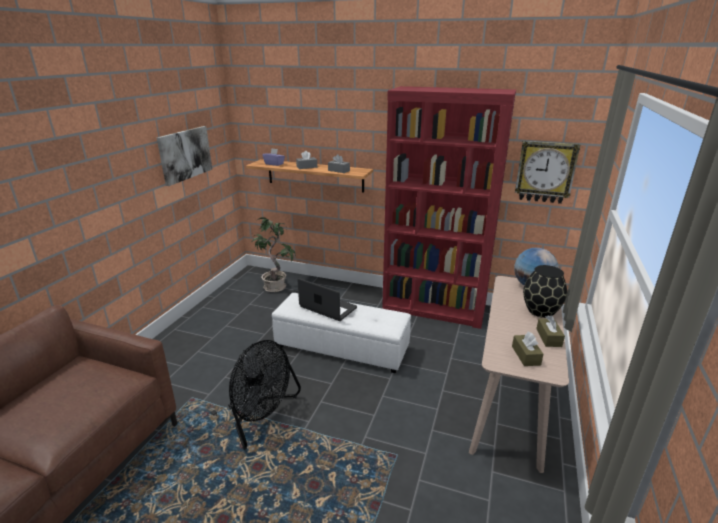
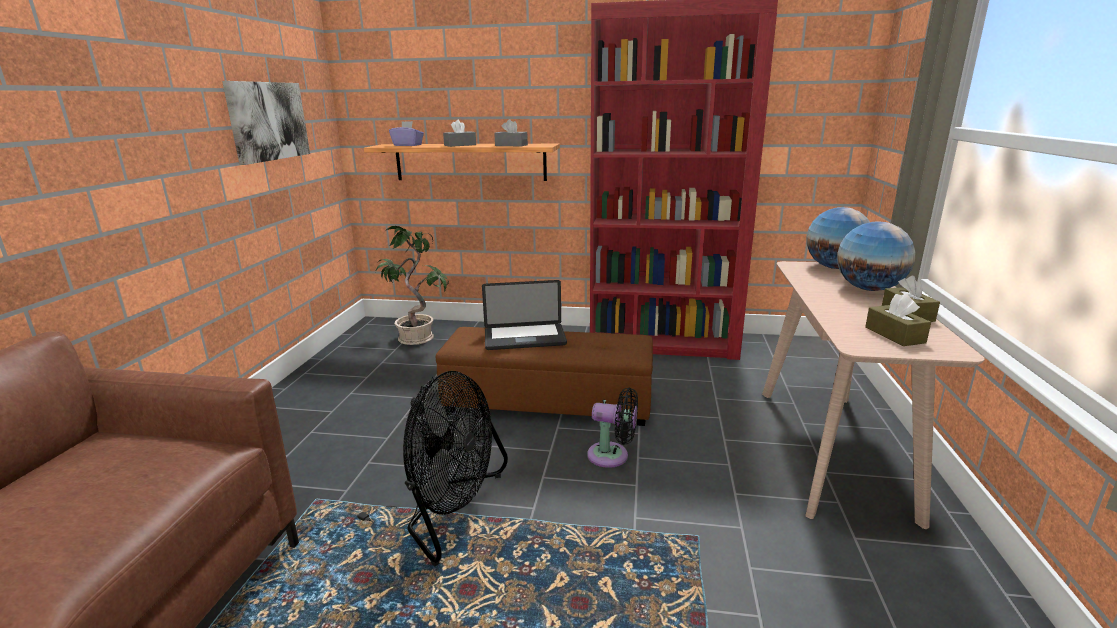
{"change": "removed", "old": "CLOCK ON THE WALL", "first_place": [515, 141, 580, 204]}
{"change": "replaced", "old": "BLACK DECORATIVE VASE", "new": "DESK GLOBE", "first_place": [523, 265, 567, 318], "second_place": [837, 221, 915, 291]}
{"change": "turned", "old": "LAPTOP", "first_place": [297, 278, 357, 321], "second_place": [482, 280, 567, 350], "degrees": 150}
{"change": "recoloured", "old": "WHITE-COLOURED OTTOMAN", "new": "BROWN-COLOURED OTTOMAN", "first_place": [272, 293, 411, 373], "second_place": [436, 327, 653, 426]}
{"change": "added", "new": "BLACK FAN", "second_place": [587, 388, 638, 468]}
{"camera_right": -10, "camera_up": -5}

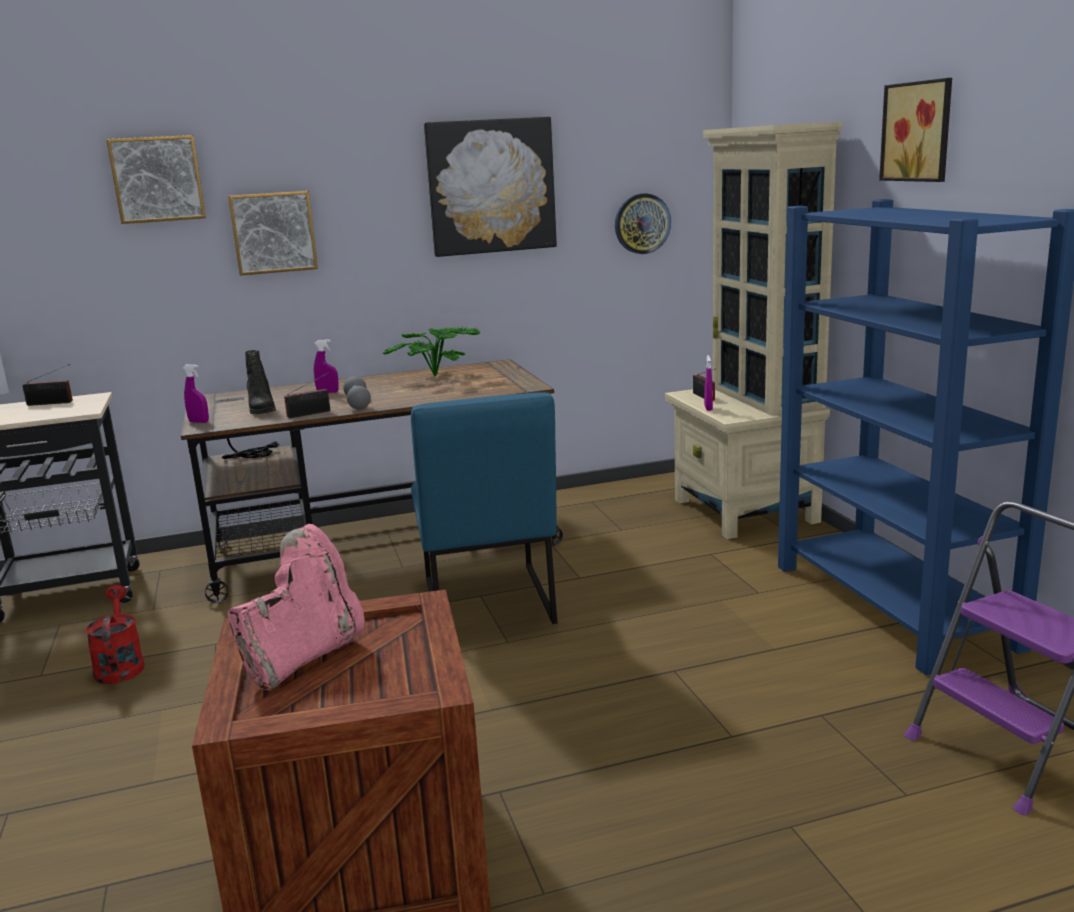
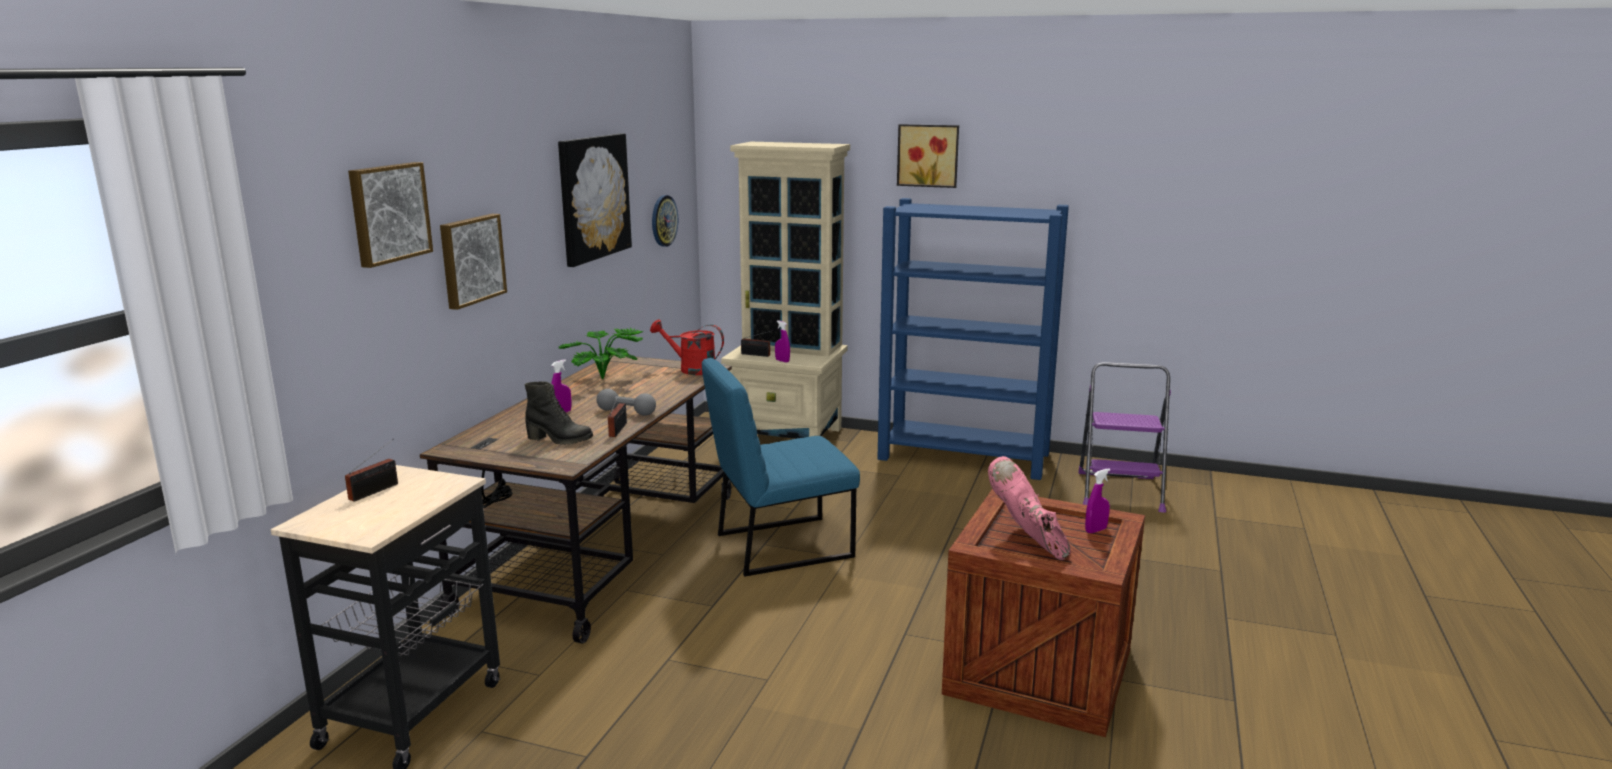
{"change": "moved", "old": "PURPLE-COLOURED HAND SPRAYER", "first_place": [183, 364, 209, 423], "second_place": [1085, 469, 1110, 533]}
{"change": "turned", "old": "BLUE PLAIN CHAIR", "first_place": [411, 392, 557, 624], "second_place": [702, 358, 860, 577], "degrees": 135}
{"change": "moved", "old": "REDDISH WATERING CAN", "first_place": [85, 585, 145, 684], "second_place": [650, 320, 724, 375]}
{"camera_right": -55, "camera_up": 0}

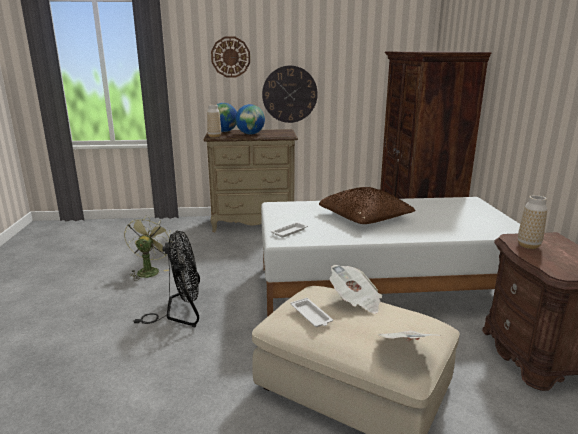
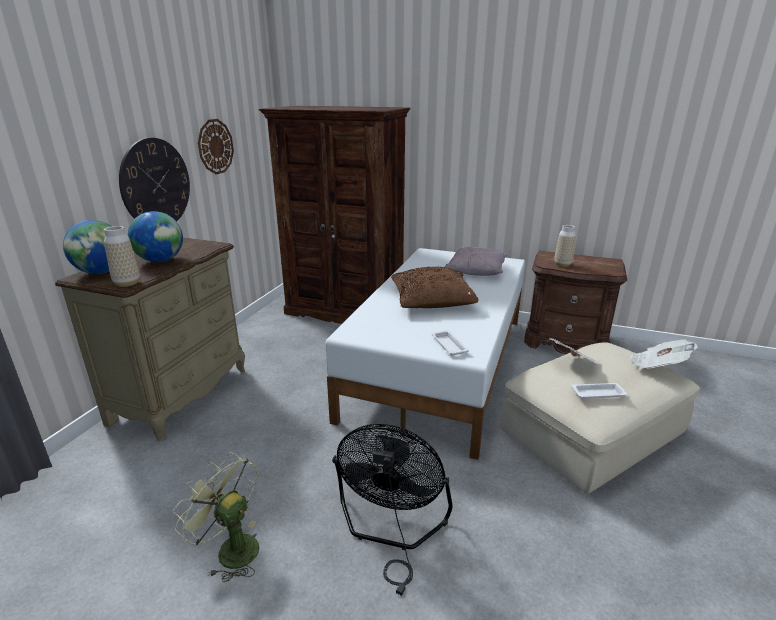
{"change": "moved", "old": "CLOCK ON THE WALL", "first_place": [211, 37, 250, 77], "second_place": [198, 119, 234, 174]}
{"change": "added", "new": "PURPLE-COLOURED PILLOW", "second_place": [445, 247, 508, 276]}
{"camera_right": -65, "camera_up": 5}

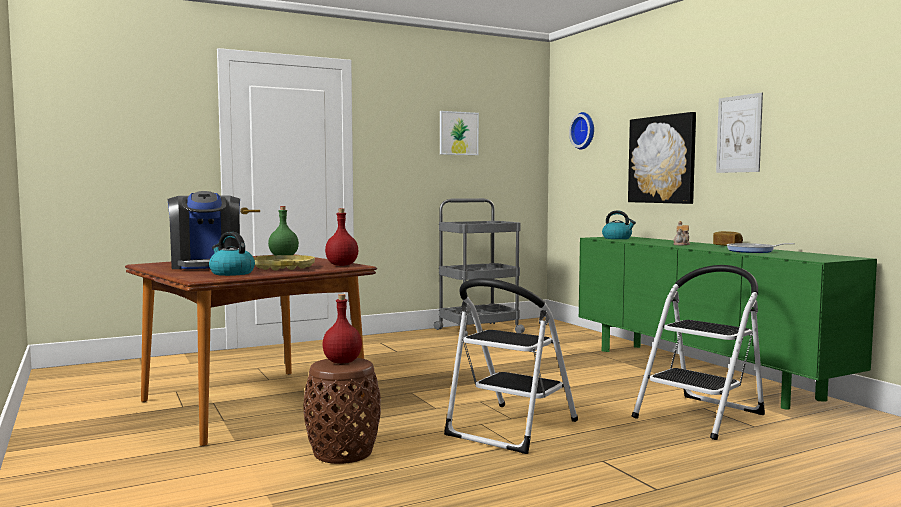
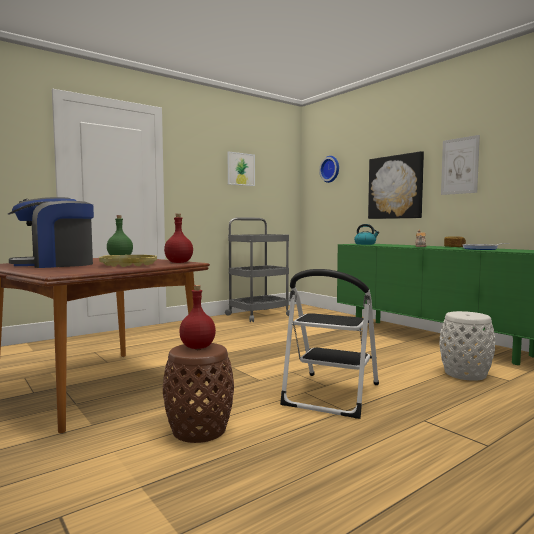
{"change": "turned", "old": "COFFEE BREWER", "first_place": [167, 191, 240, 269], "second_place": [8, 197, 94, 268], "degrees": 90}
{"change": "removed", "old": "WATER KETTLE", "first_place": [209, 232, 255, 276]}
{"change": "replaced", "old": "STEP STOOL", "new": "WHITE-COLOURED STOOL SEAT", "first_place": [632, 265, 765, 440], "second_place": [440, 311, 495, 381]}
{"camera_right": -10, "camera_up": 0}

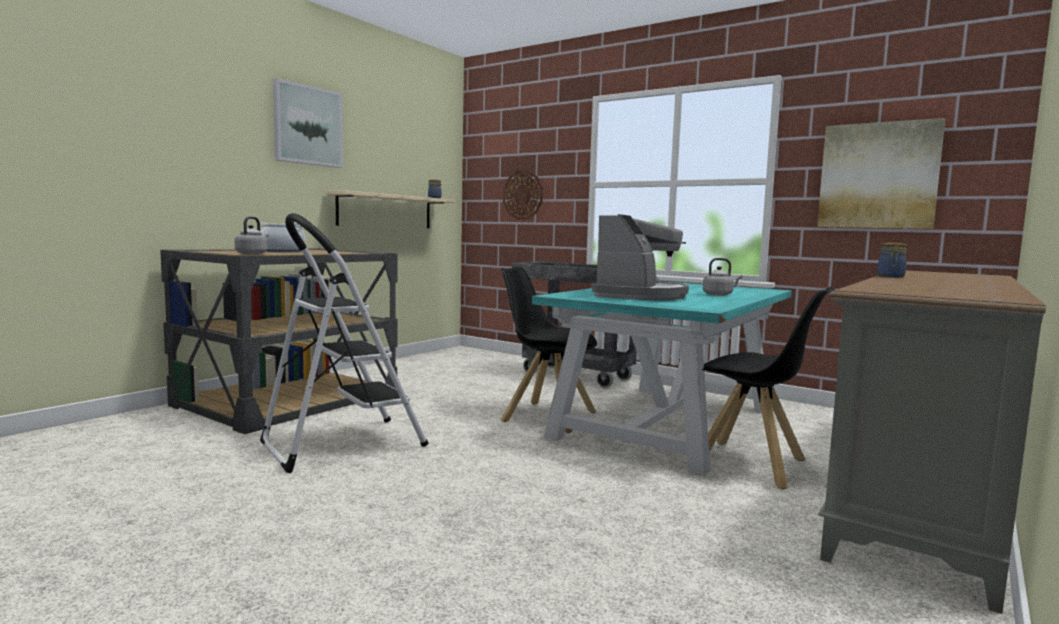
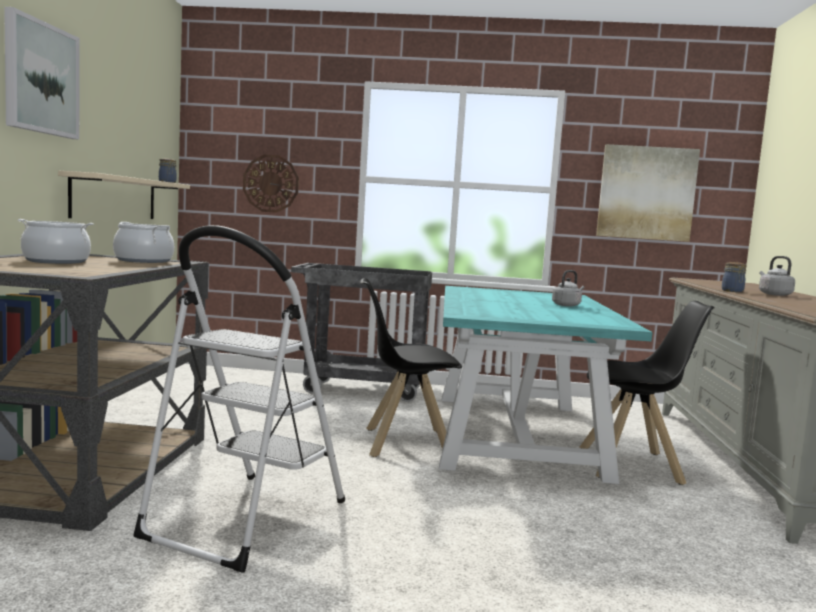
{"change": "removed", "old": "COFFEE BREWER", "first_place": [592, 214, 689, 300]}
{"change": "moved", "old": "GRAY WATER KETTLE", "first_place": [234, 216, 269, 255], "second_place": [759, 256, 795, 296]}
{"change": "added", "new": "SAUCEPOT", "second_place": [113, 222, 174, 263]}
{"camera_right": -30, "camera_up": 0}

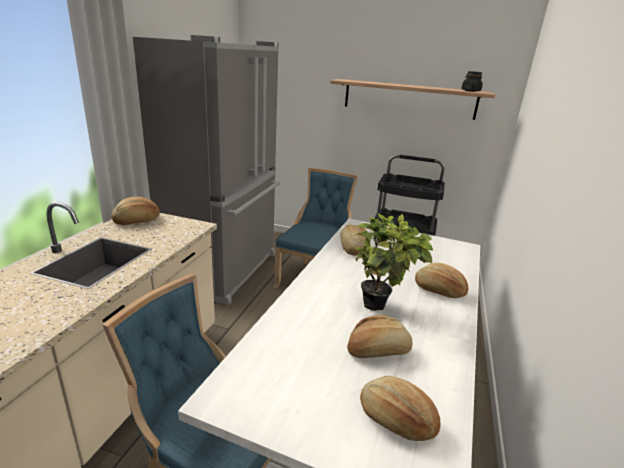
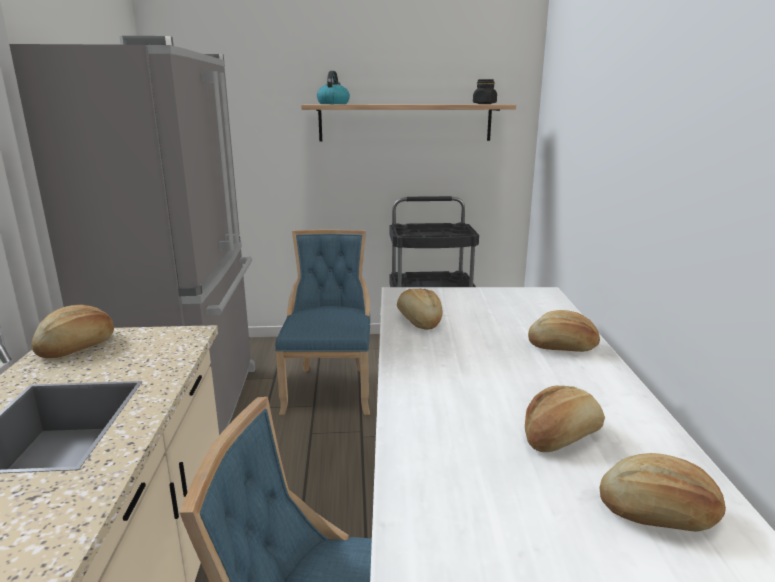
{"change": "removed", "old": "PLANT IN A POT", "first_place": [355, 214, 433, 311]}
{"change": "added", "new": "WATER KETTLE", "second_place": [317, 71, 350, 104]}
{"camera_right": -20, "camera_up": -5}

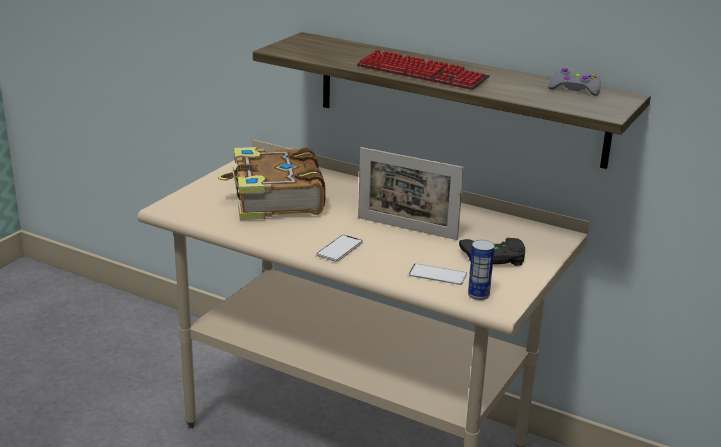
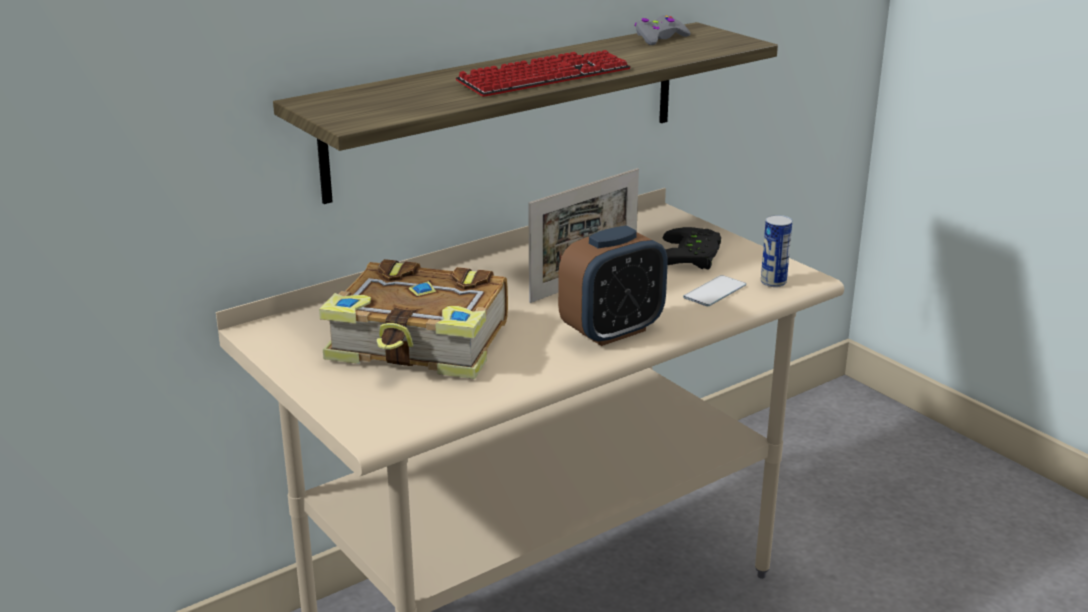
{"change": "replaced", "old": "PHONE", "new": "TABLE CLOCK", "first_place": [316, 235, 363, 262], "second_place": [558, 226, 668, 346]}
{"camera_right": -65, "camera_up": 0}

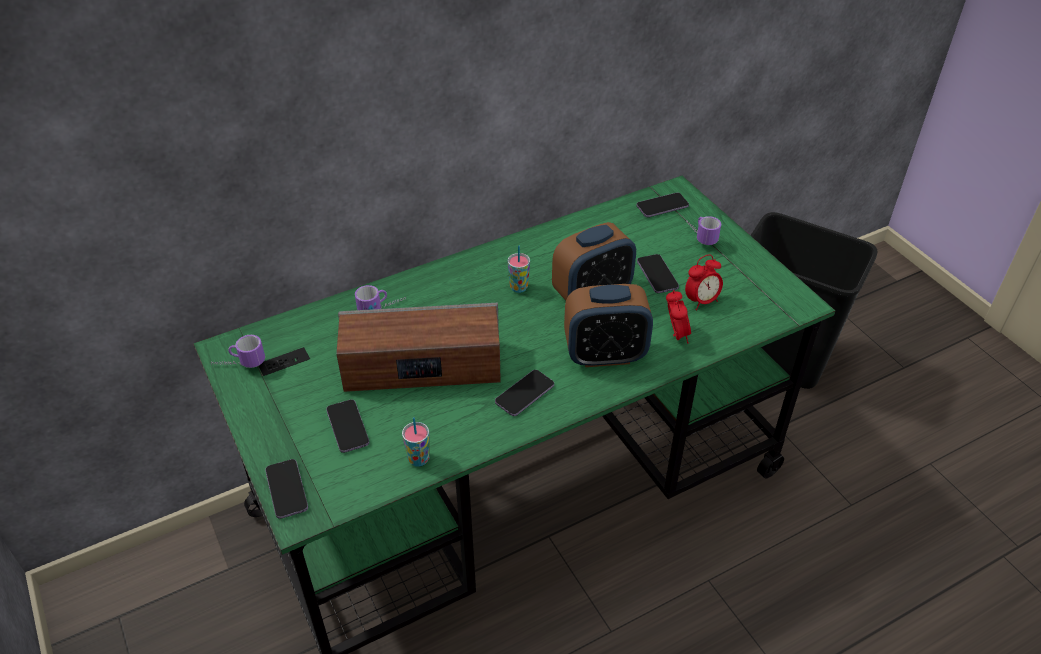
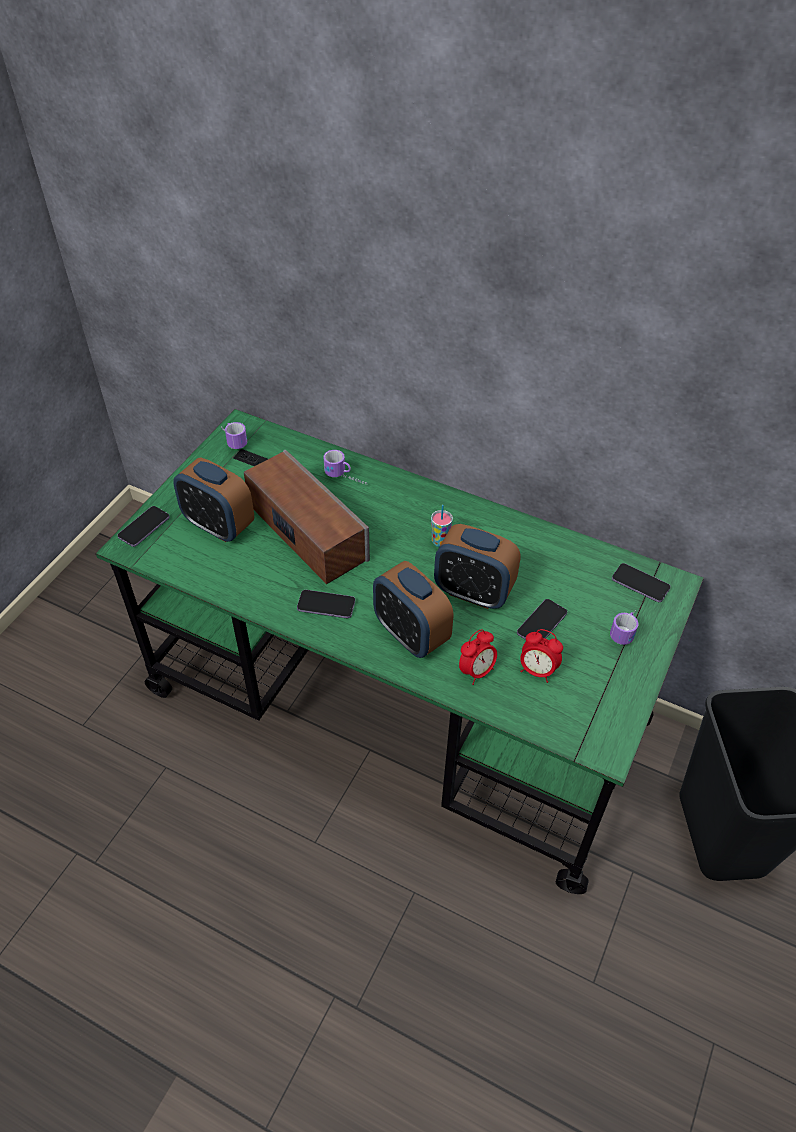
{"change": "replaced", "old": "PHONE", "new": "TABLE CLOCK", "first_place": [326, 400, 369, 453], "second_place": [173, 457, 254, 542]}
{"change": "removed", "old": "SMALL CUP", "first_place": [402, 417, 430, 467]}
{"camera_right": 55, "camera_up": 5}

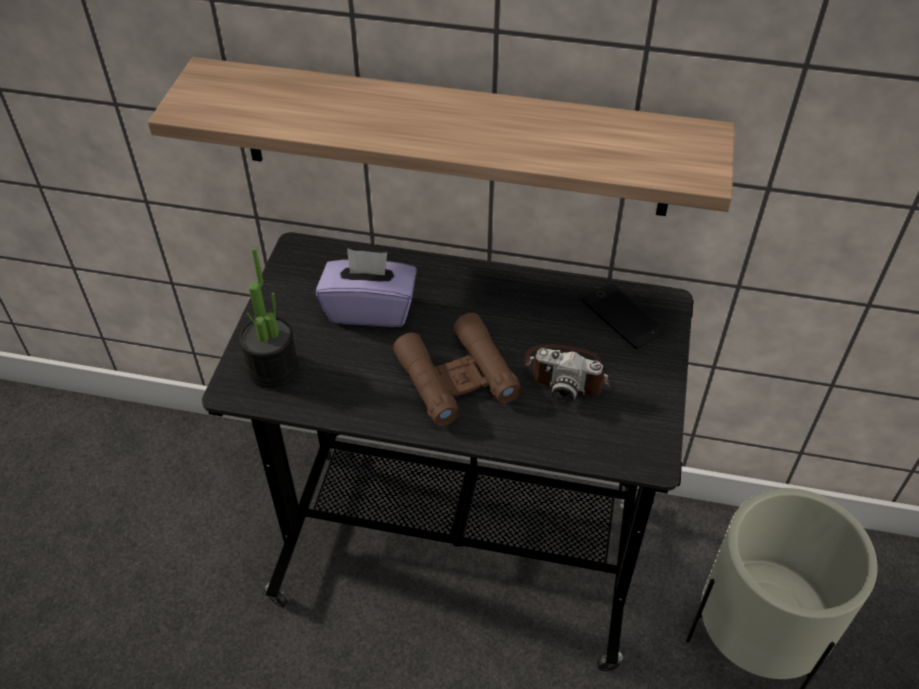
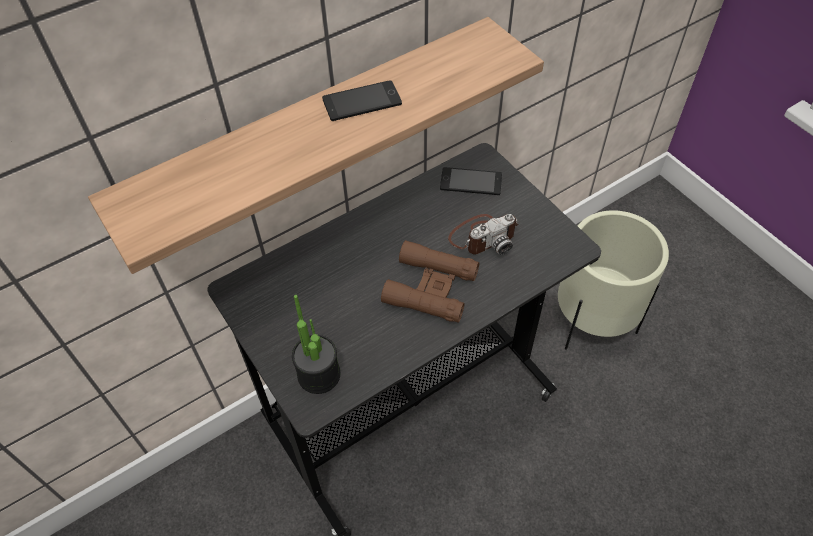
{"change": "removed", "old": "PURPLE-COLOURED TISSUE BOX", "first_place": [316, 248, 417, 327]}
{"change": "added", "new": "PHONE", "second_place": [322, 80, 402, 121]}
{"camera_right": -45, "camera_up": 5}

